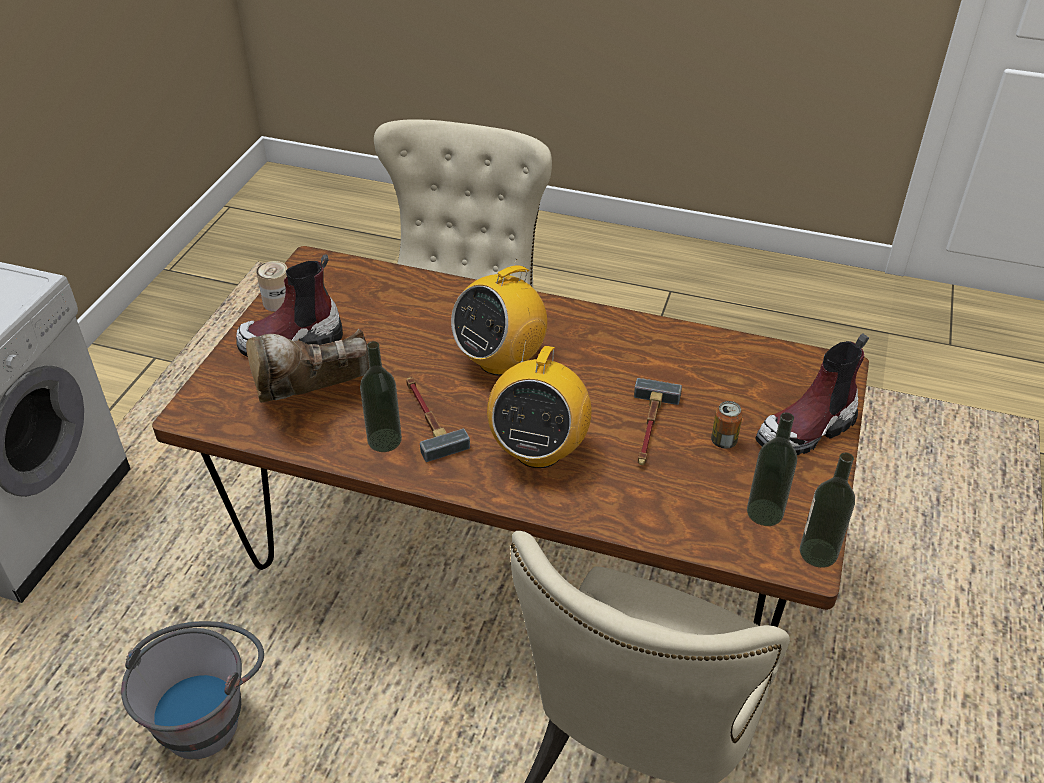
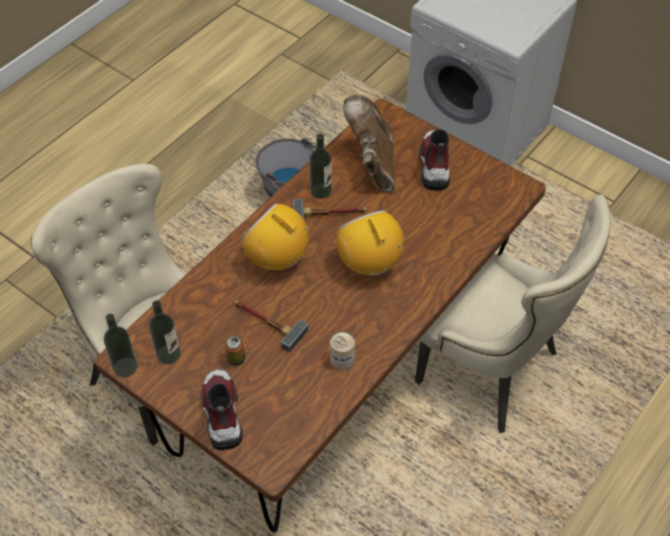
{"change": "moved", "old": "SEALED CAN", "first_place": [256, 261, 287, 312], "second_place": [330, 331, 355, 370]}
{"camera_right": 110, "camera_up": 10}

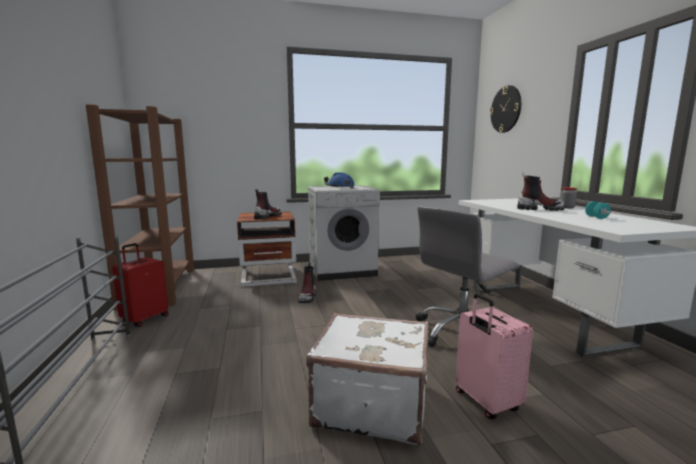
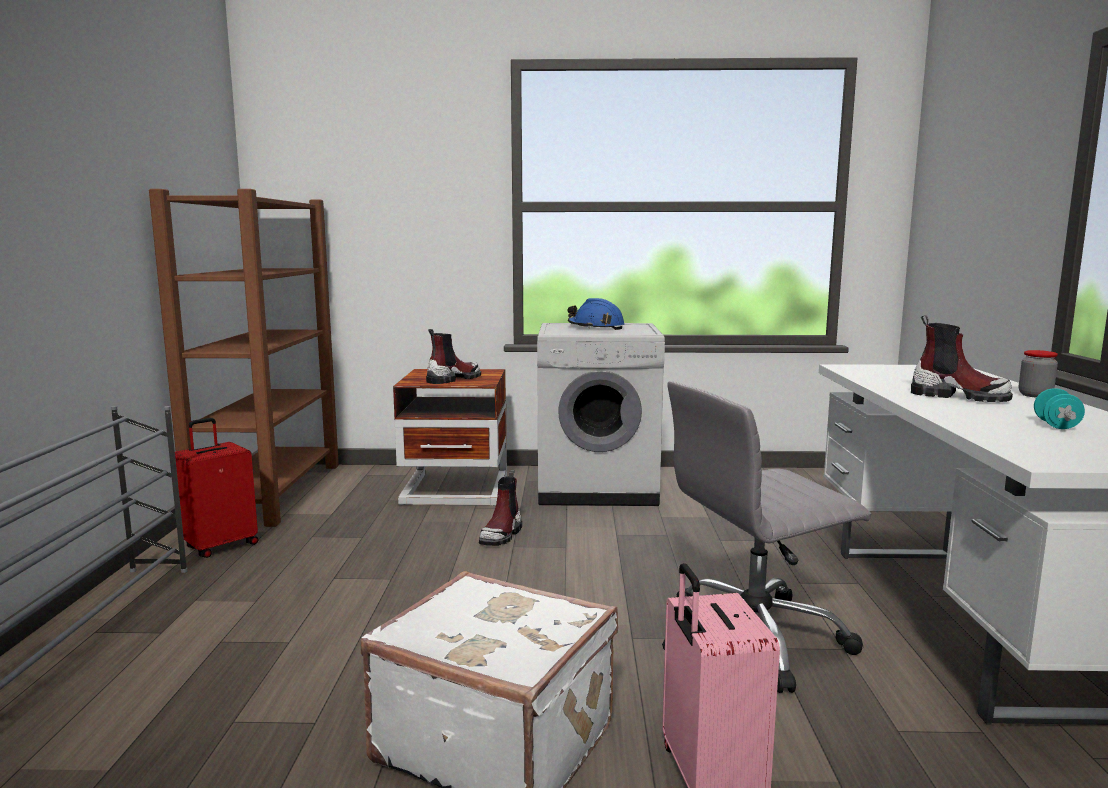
{"change": "removed", "old": "CLOCK ON THE WALL", "first_place": [490, 85, 521, 133]}
{"camera_right": 15, "camera_up": 0}

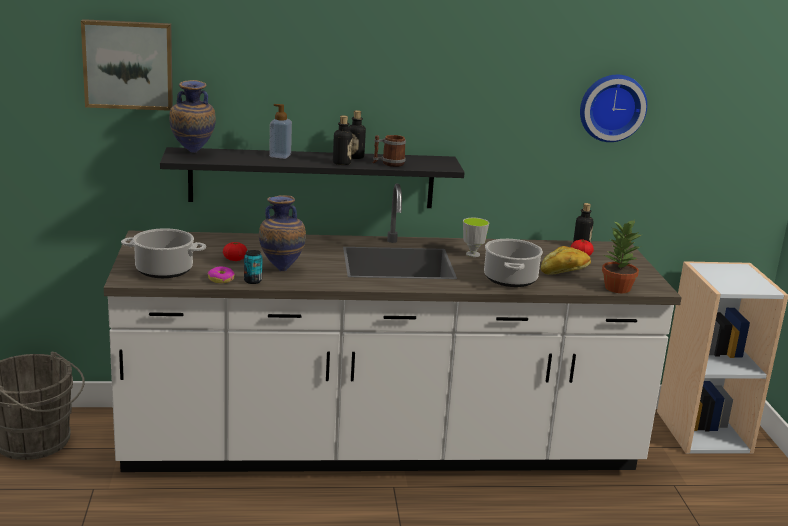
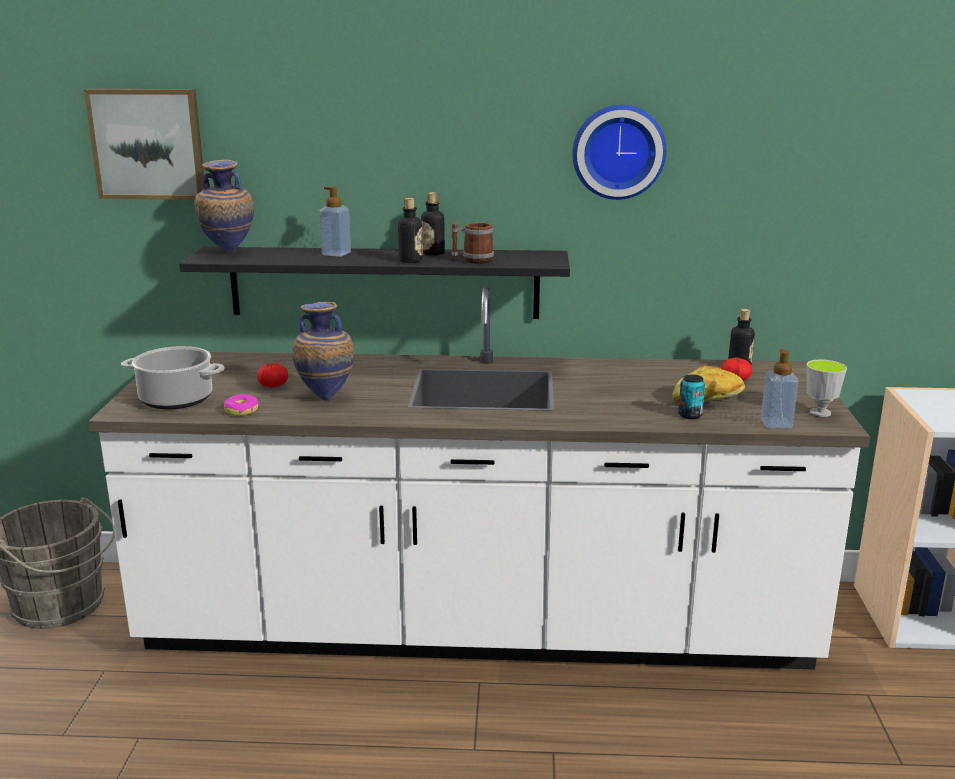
{"change": "moved", "old": "CLOCK ON THE WALL", "first_place": [580, 75, 647, 142], "second_place": [572, 105, 666, 200]}
{"change": "moved", "old": "SMALL CUP", "first_place": [463, 218, 489, 257], "second_place": [807, 359, 847, 417]}
{"change": "replaced", "old": "PLANT IN A POT", "new": "LIQUID SOAP BOTTLE", "first_place": [602, 220, 643, 293], "second_place": [761, 349, 798, 428]}
{"change": "removed", "old": "SAUCEPOT", "first_place": [484, 239, 543, 287]}
{"change": "moved", "old": "SEALED CAN", "first_place": [244, 250, 262, 284], "second_place": [678, 375, 705, 419]}
{"camera_right": 10, "camera_up": 0}

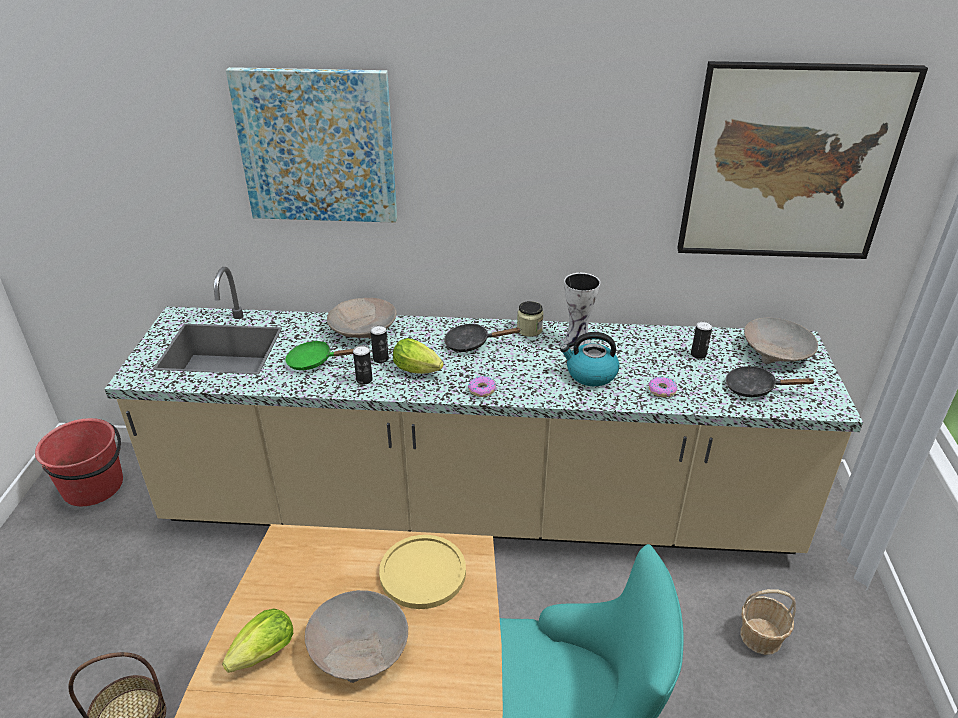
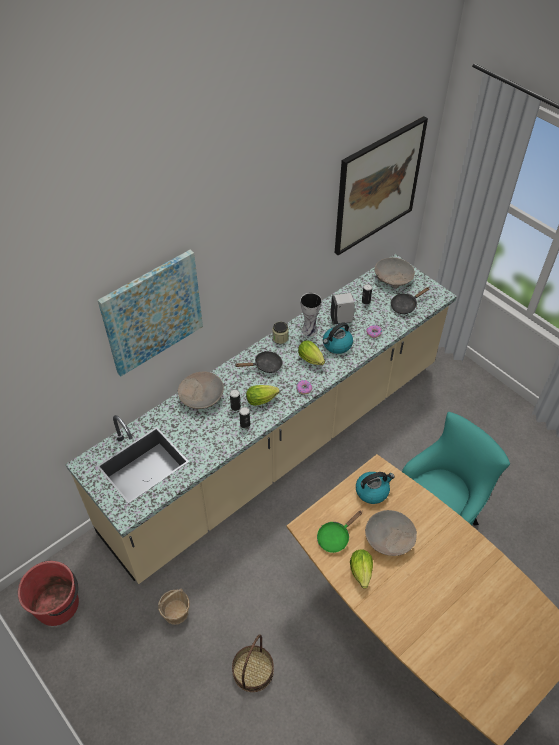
{"change": "turned", "old": "BLACK SKILLET", "first_place": [444, 324, 521, 352], "second_place": [235, 351, 283, 373], "degrees": -150}
{"change": "moved", "old": "GREEN-COLOURED SKILLET", "first_place": [285, 341, 354, 370], "second_place": [317, 511, 363, 553]}
{"change": "replaced", "old": "YELLOW-COLOURED PLATE", "new": "WATER KETTLE", "first_place": [379, 535, 466, 609], "second_place": [356, 472, 395, 504]}
{"change": "moved", "old": "STORAGE BASKET", "first_place": [740, 589, 796, 655], "second_place": [158, 589, 190, 625]}
{"change": "added", "new": "WHITE-COLOURED LIQUID SOAP BOTTLE", "second_place": [330, 293, 355, 325]}
{"change": "added", "new": "HEAD OF LETTUCE", "second_place": [298, 340, 325, 365]}
{"camera_right": -45, "camera_up": 15}

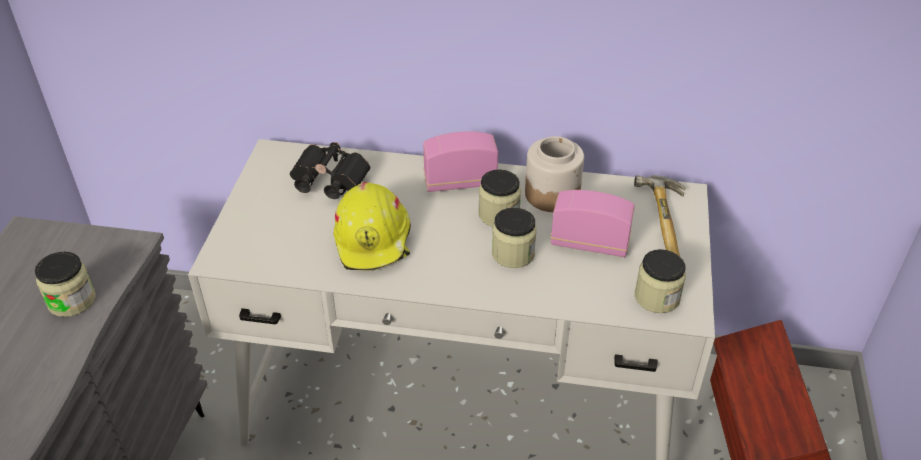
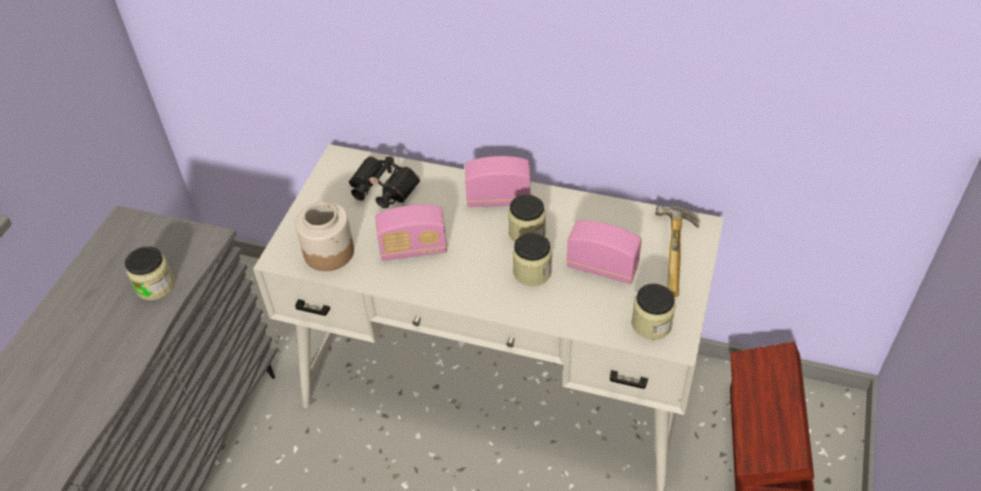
{"change": "moved", "old": "JAR", "first_place": [525, 136, 584, 212], "second_place": [295, 202, 354, 271]}
{"change": "replaced", "old": "YELLOW-COLOURED WORK HELMET", "new": "RADIO RECEIVER", "first_place": [334, 182, 411, 271], "second_place": [375, 205, 447, 261]}
{"camera_right": 10, "camera_up": 5}

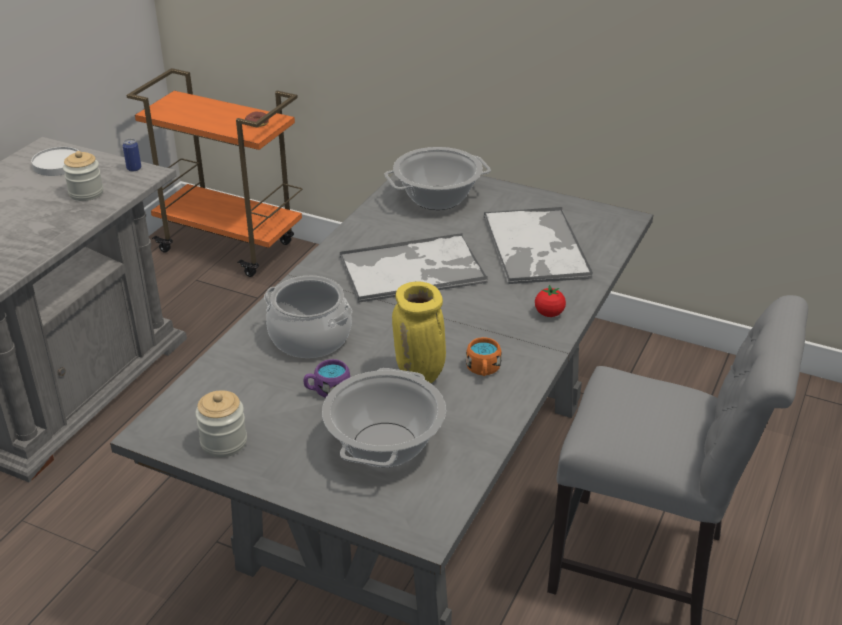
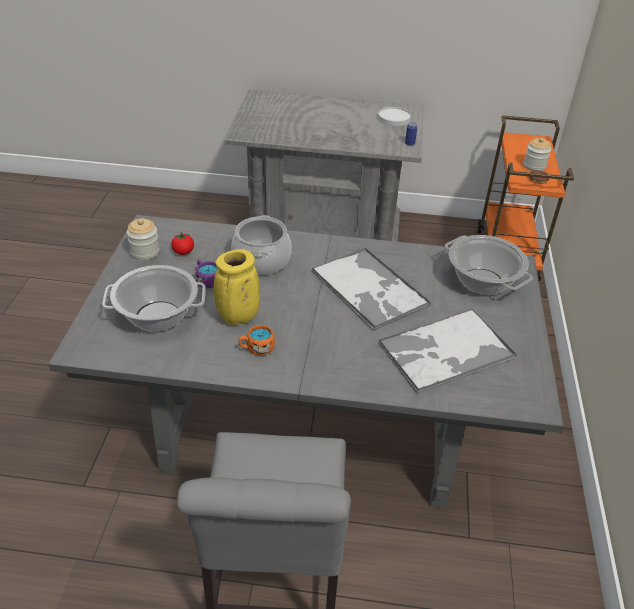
{"change": "moved", "old": "JAR", "first_place": [63, 151, 103, 201], "second_place": [523, 138, 551, 171]}
{"change": "moved", "old": "FRESH TOMATO", "first_place": [535, 285, 566, 317], "second_place": [171, 232, 194, 255]}
{"camera_right": 70, "camera_up": 5}

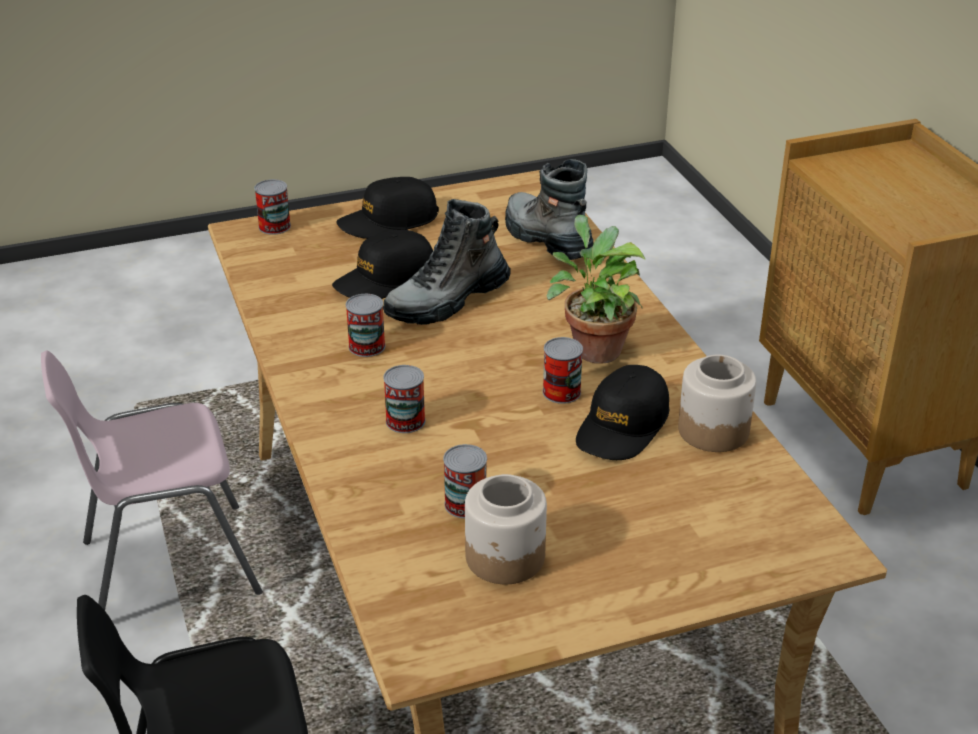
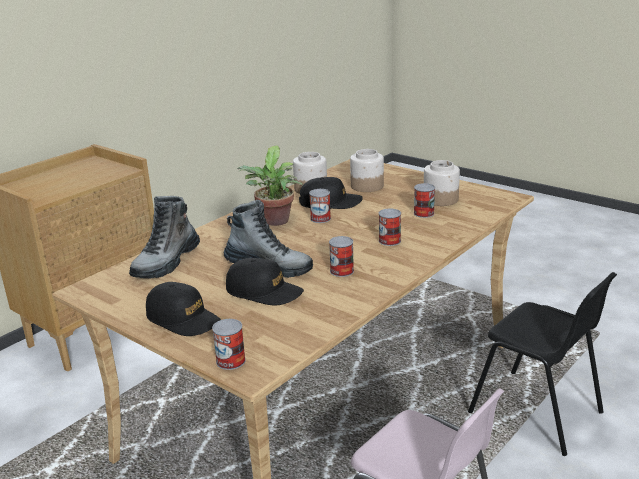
{"change": "added", "new": "JAR", "second_place": [350, 149, 384, 192]}
{"camera_right": -120, "camera_up": -10}

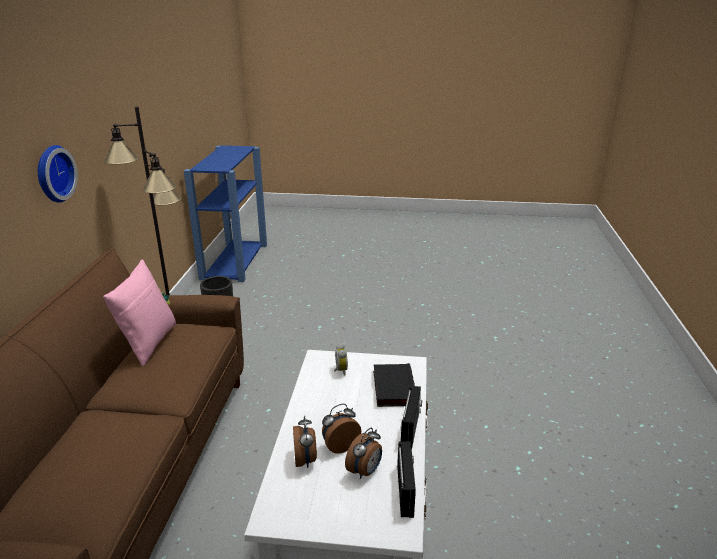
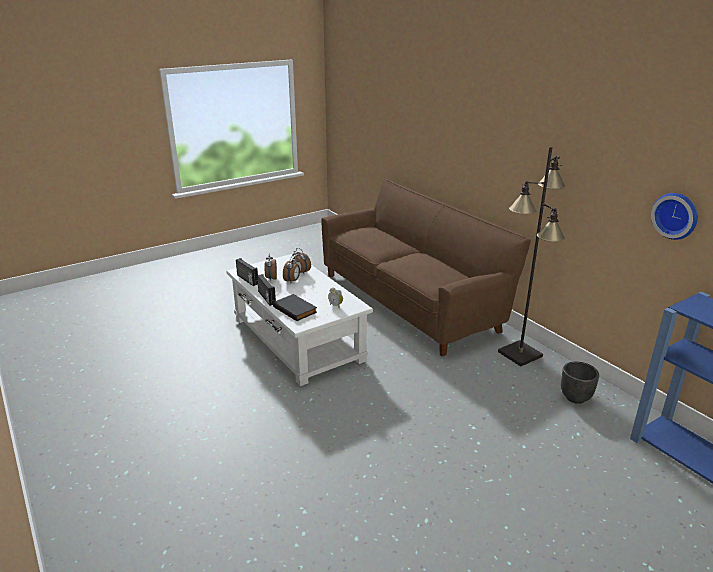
{"change": "moved", "old": "CLOCK ON THE WALL", "first_place": [38, 145, 78, 203], "second_place": [651, 193, 698, 240]}
{"change": "removed", "old": "PINK-COLOURED PILLOW", "first_place": [103, 259, 176, 366]}
{"camera_right": 140, "camera_up": 0}

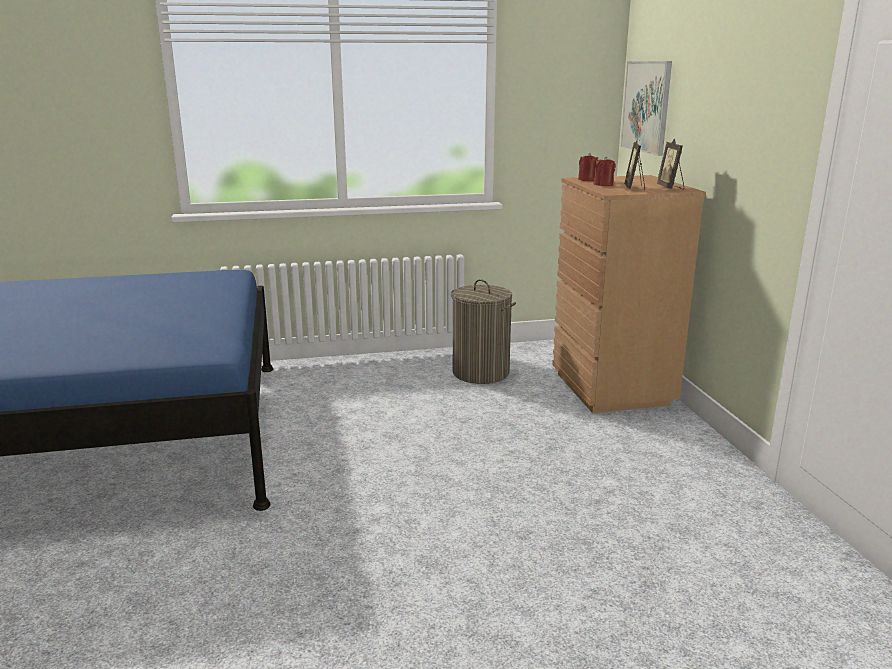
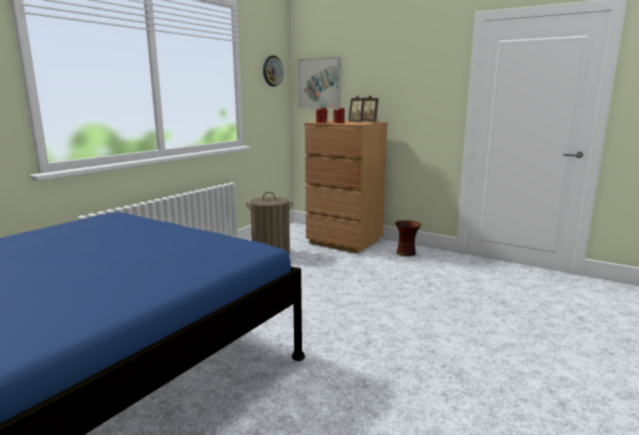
{"change": "added", "new": "CLOCK ON THE WALL", "second_place": [263, 55, 283, 86]}
{"change": "added", "new": "DECORATIVE VASE", "second_place": [395, 220, 421, 256]}
{"camera_right": -45, "camera_up": -5}

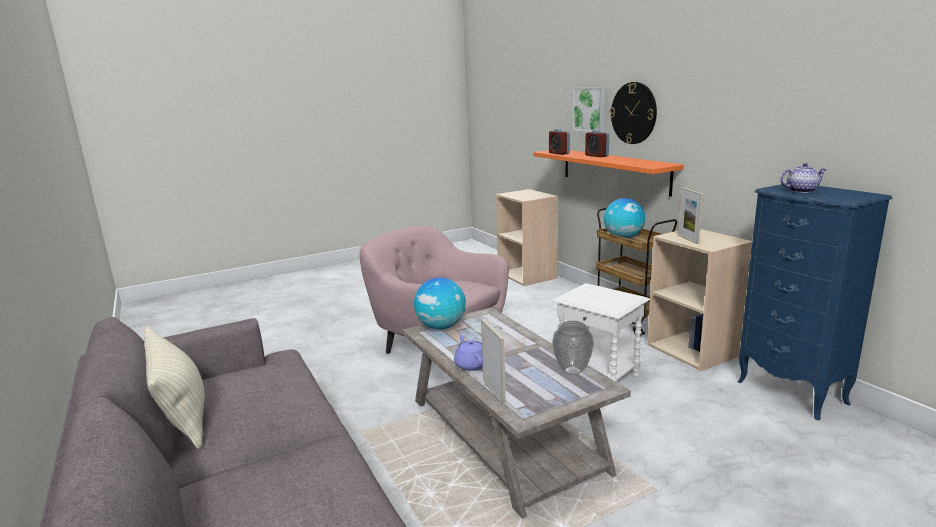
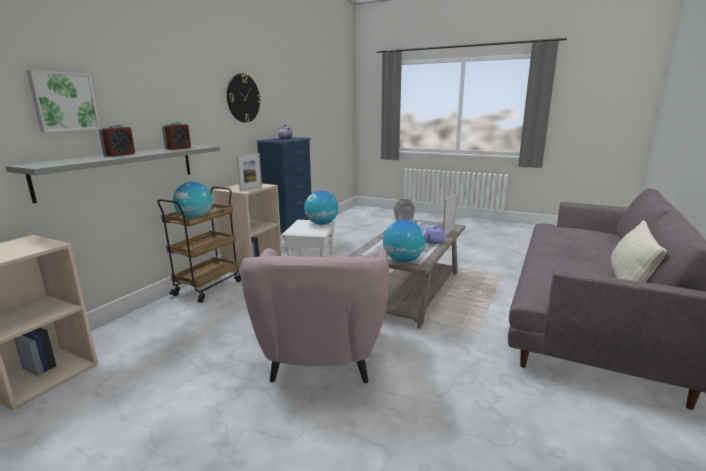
{"change": "moved", "old": "CLOCK ON THE WALL", "first_place": [610, 82, 657, 144], "second_place": [227, 73, 261, 122]}
{"change": "moved", "old": "TABLE CLOCK", "first_place": [549, 129, 570, 155], "second_place": [162, 122, 191, 150]}
{"change": "recoloured", "old": "ORANGE BRACKET SHELF", "new": "GRAY BRACKET SHELF", "first_place": [533, 150, 684, 197], "second_place": [6, 145, 220, 203]}
{"change": "added", "new": "DESK GLOBE", "second_place": [304, 191, 338, 225]}
{"camera_right": -125, "camera_up": 0}

